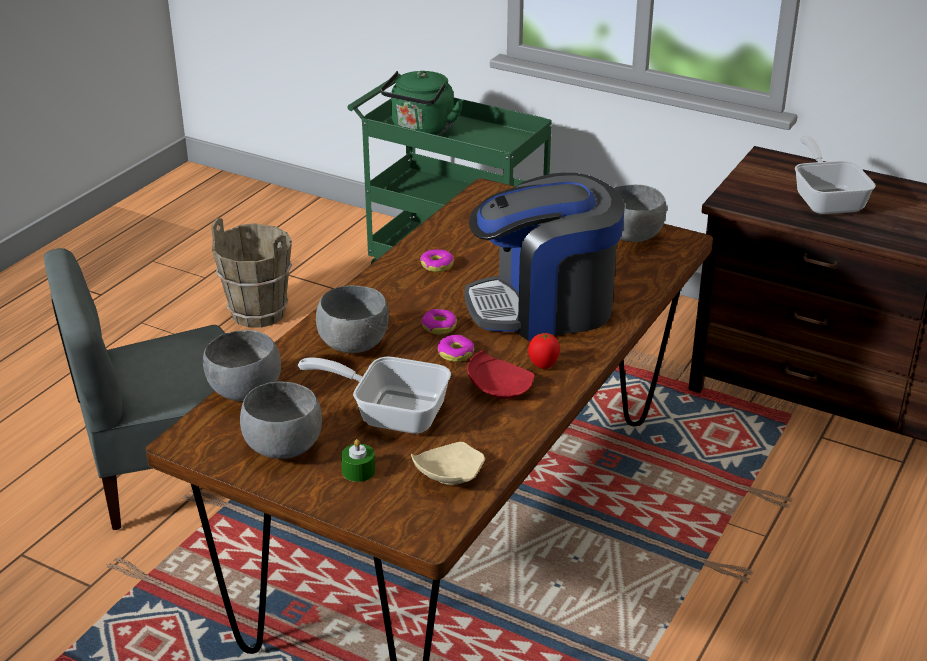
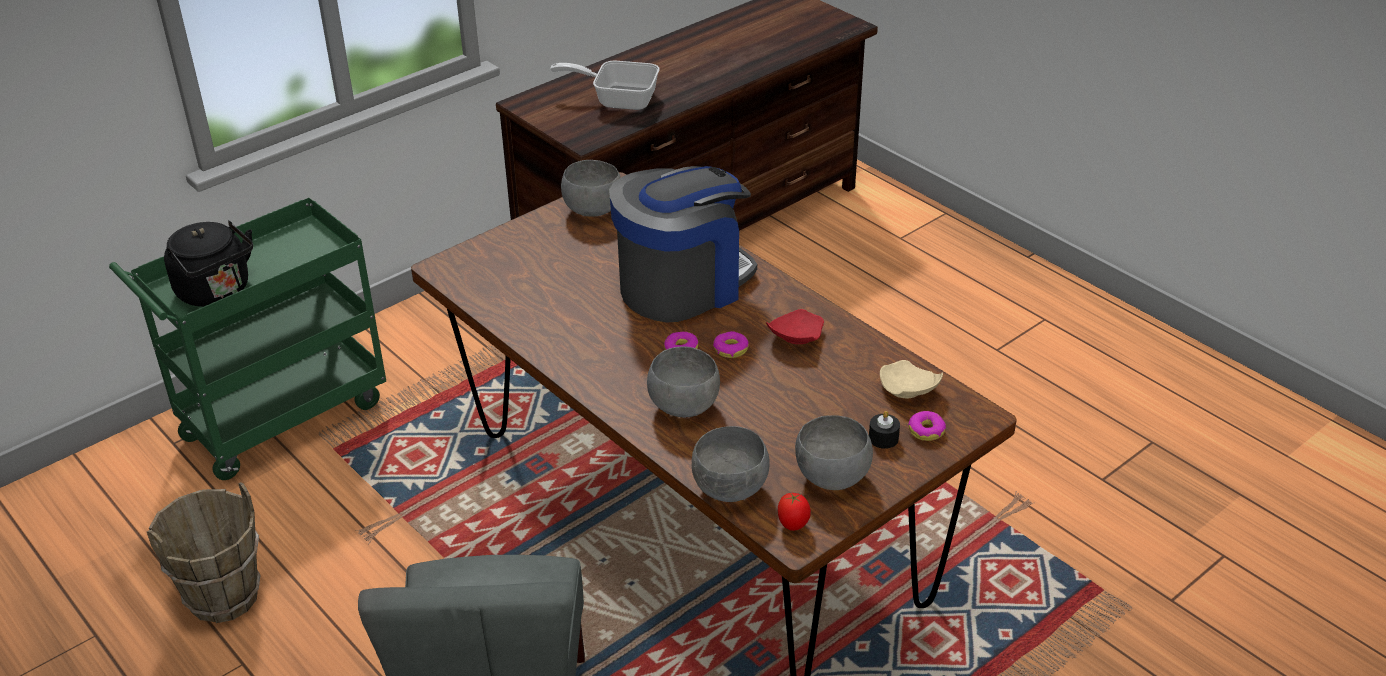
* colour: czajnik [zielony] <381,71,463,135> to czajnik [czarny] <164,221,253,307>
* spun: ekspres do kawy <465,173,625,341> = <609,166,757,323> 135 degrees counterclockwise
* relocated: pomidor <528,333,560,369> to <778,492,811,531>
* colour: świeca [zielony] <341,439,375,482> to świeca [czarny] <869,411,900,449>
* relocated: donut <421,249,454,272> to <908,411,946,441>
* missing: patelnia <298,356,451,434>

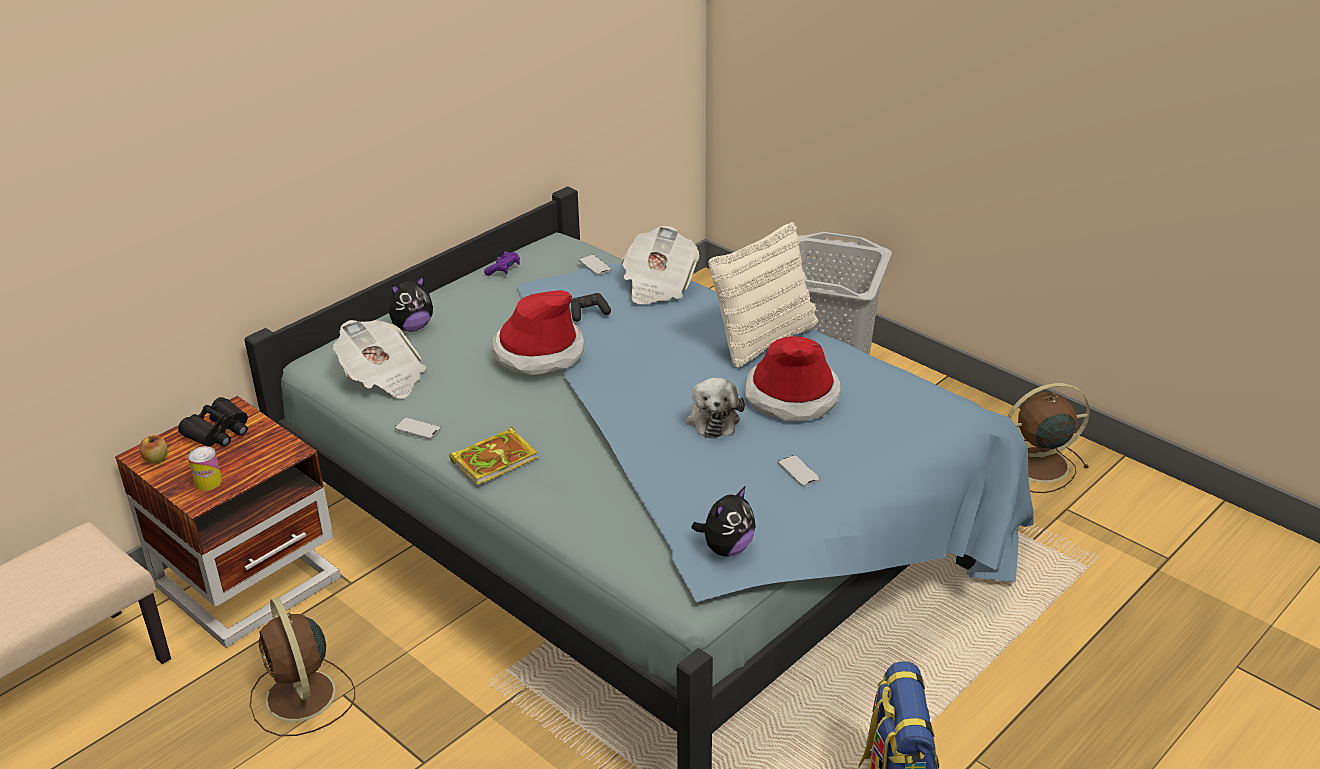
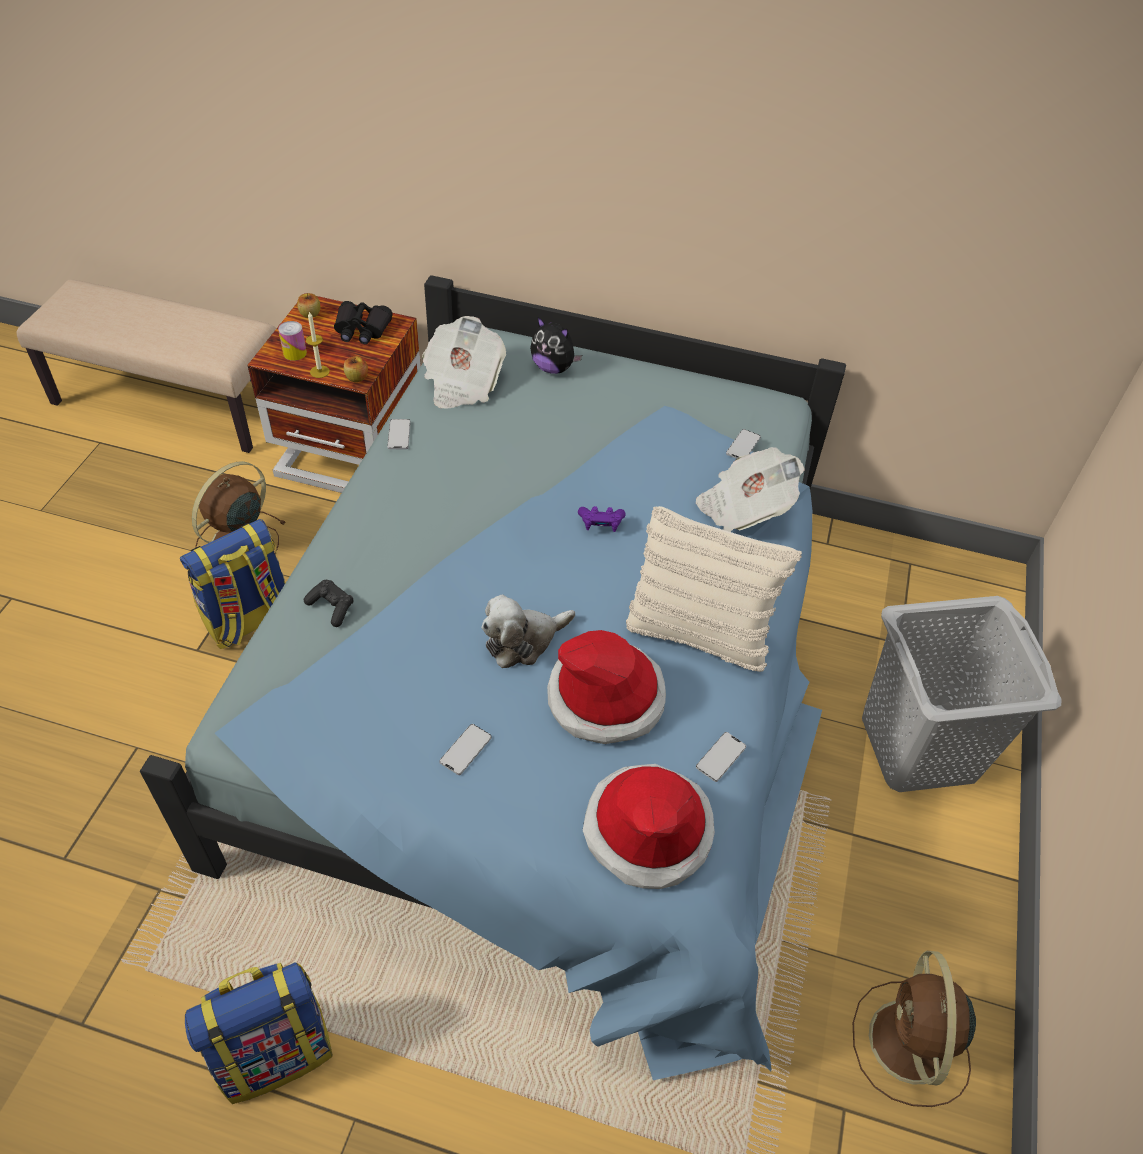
* appeared: plecak <180,519,286,649>
* relocated: pad do gier [czarny] <571,293,611,322> to <304,580,353,627>
* appeared: świeca <306,312,330,378>
* appeared: jabłko <344,356,368,382>
* relocated: pad do gier [fioletowy] <484,252,520,276> to <578,506,626,532>
* relocated: kapelusz <491,290,585,375> to <583,764,715,889>
* appeared: telefon <696,732,746,782>
* spun: wentylator [brązowy] <1008,383,1090,493> = <853,951,976,1107> 135 degrees counterclockwise
* missing: książka <449,426,538,485>
* missing: pluszak <692,485,756,557>

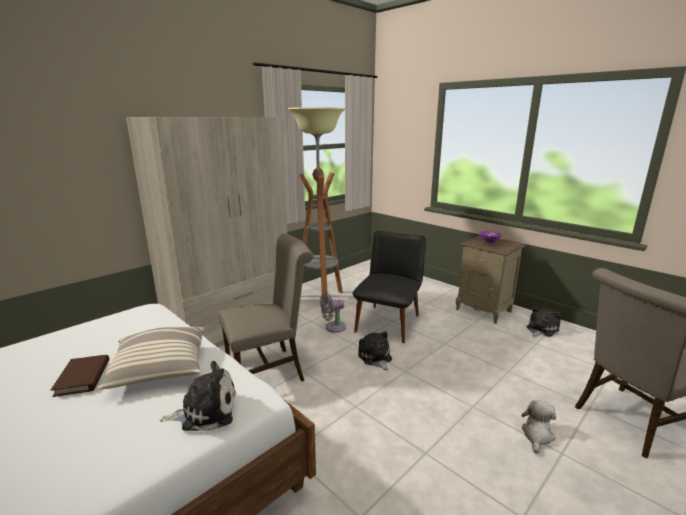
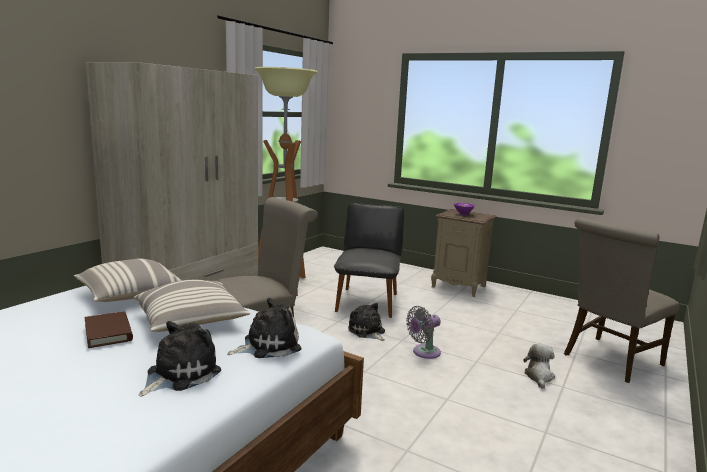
* appeared: poduszka <74,259,181,302>
* relocated: pluszak <527,307,561,338> to <139,321,221,397>
* relocated: wentylator [szary] <320,292,346,333> to <406,306,441,359>

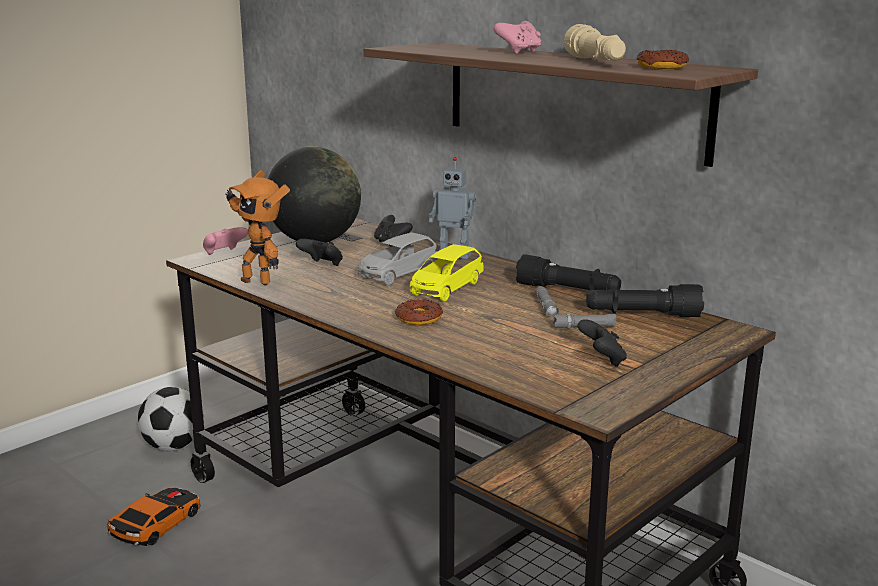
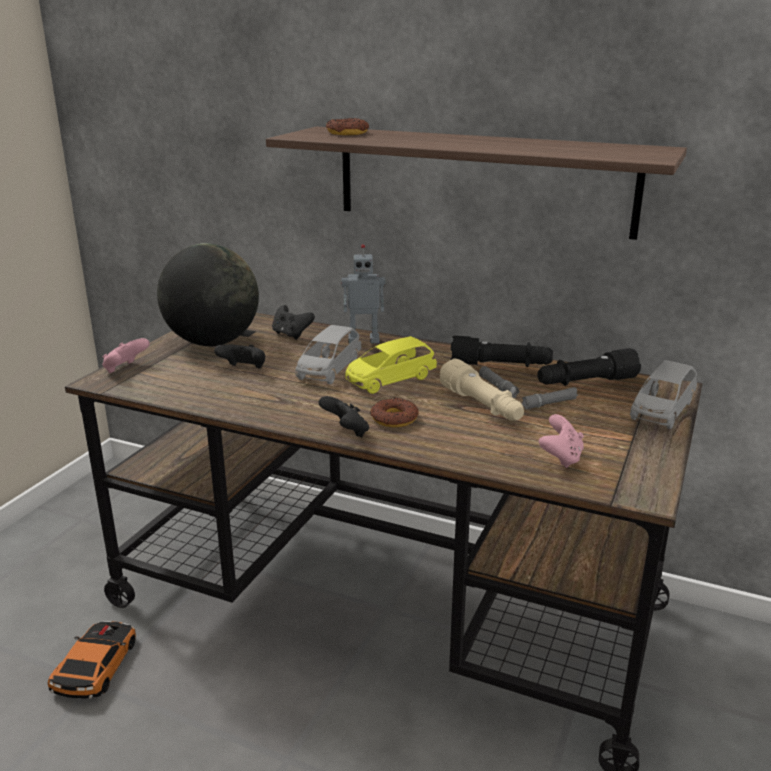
* relocated: pad do gier [czarny] <577,319,627,367> to <318,396,369,437>
* relocated: donut <636,50,689,69> to <326,118,369,135>
* spun: samochodzik [żółty] <409,244,484,302> = <346,336,437,394> 45 degrees clockwise
* relocated: latarka [beżowy] <564,24,626,61> to <440,358,524,421>
* relocated: pad do gier [różowy] <494,21,541,54> to <539,414,584,468>
* appeared: samochodzik [szary] <630,360,697,429>
* missing: piłka futbolowa <138,387,204,451>
* missing: robot zabawkowy <225,170,290,285>

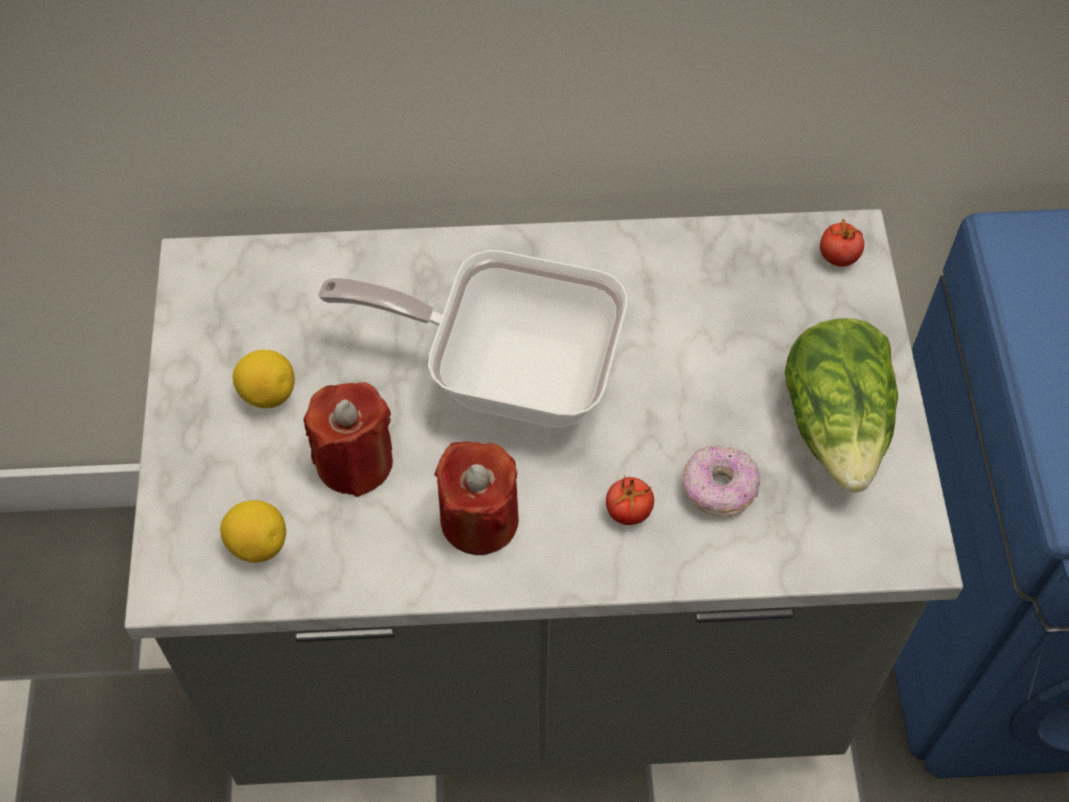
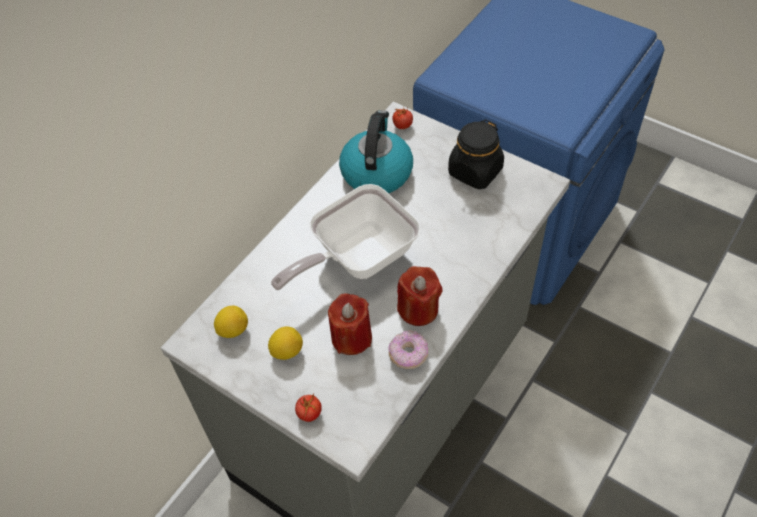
* relocated: cytryna <220,500,286,563> to <214,306,248,338>
* relocated: pomidor <606,474,654,525> to <295,394,322,422>
* appeared: czajnik <339,110,413,193>
* relocated: donut <683,445,760,516> to <388,330,428,369>
* exchanged: sałata <785,318,898,493> to słoik [czarny] <448,120,504,189>

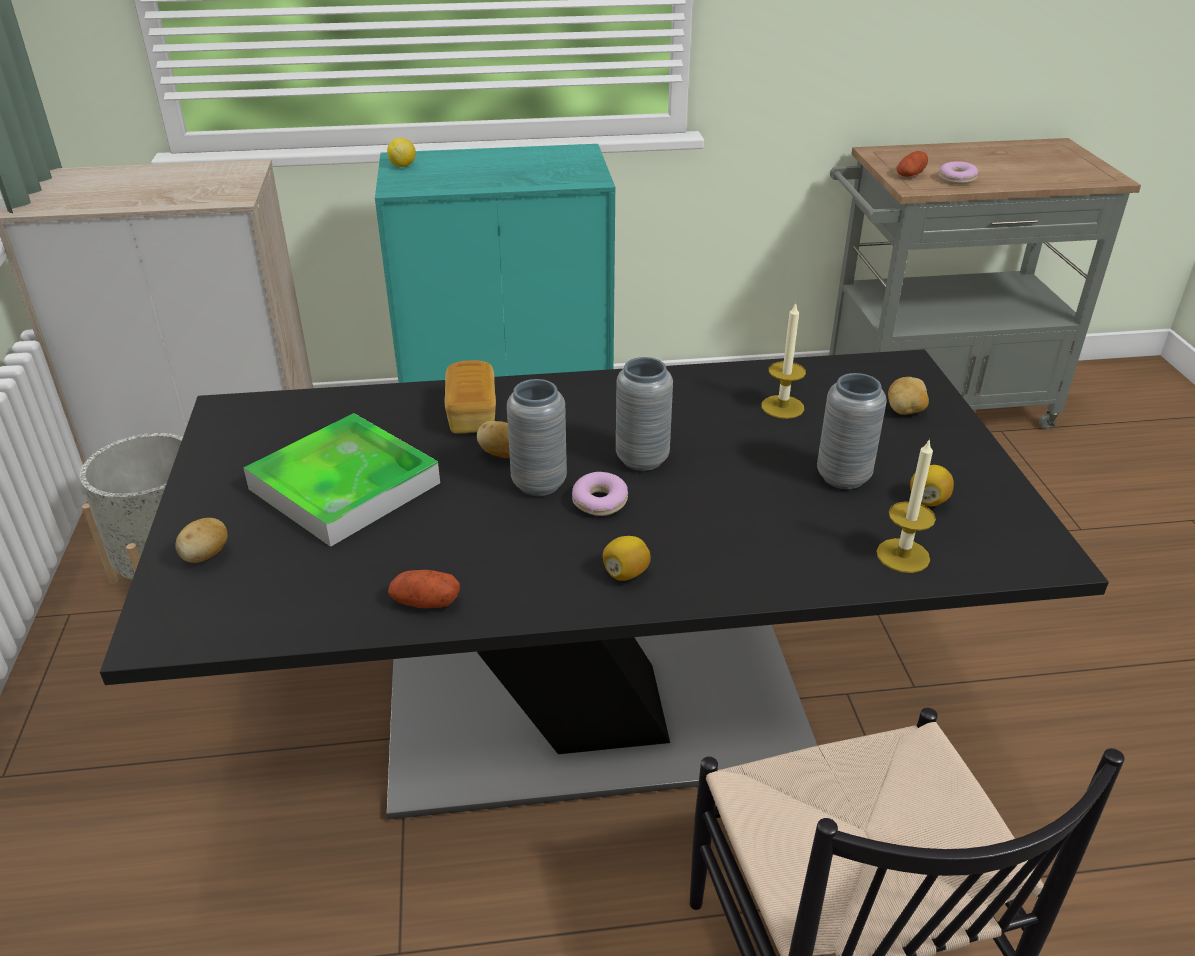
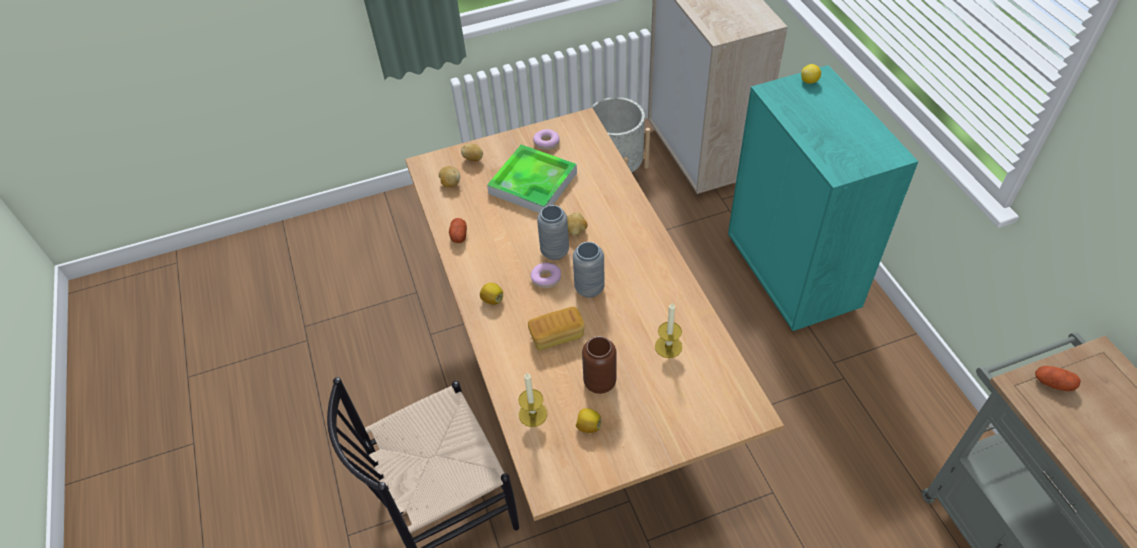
* colour: stół jadalny [czarny] <100,349,1109,820> to stół jadalny [beżowy] <405,108,784,521>
* relocated: ziemniak <888,377,929,415> to <439,166,460,187>
* relocated: chleb <445,360,496,433> to <528,306,585,351>
* relocated: donut <939,161,978,185> to <533,129,560,150>
* colour: wazon [szary] <817,373,887,489> to wazon [brązowy] <582,336,616,394>

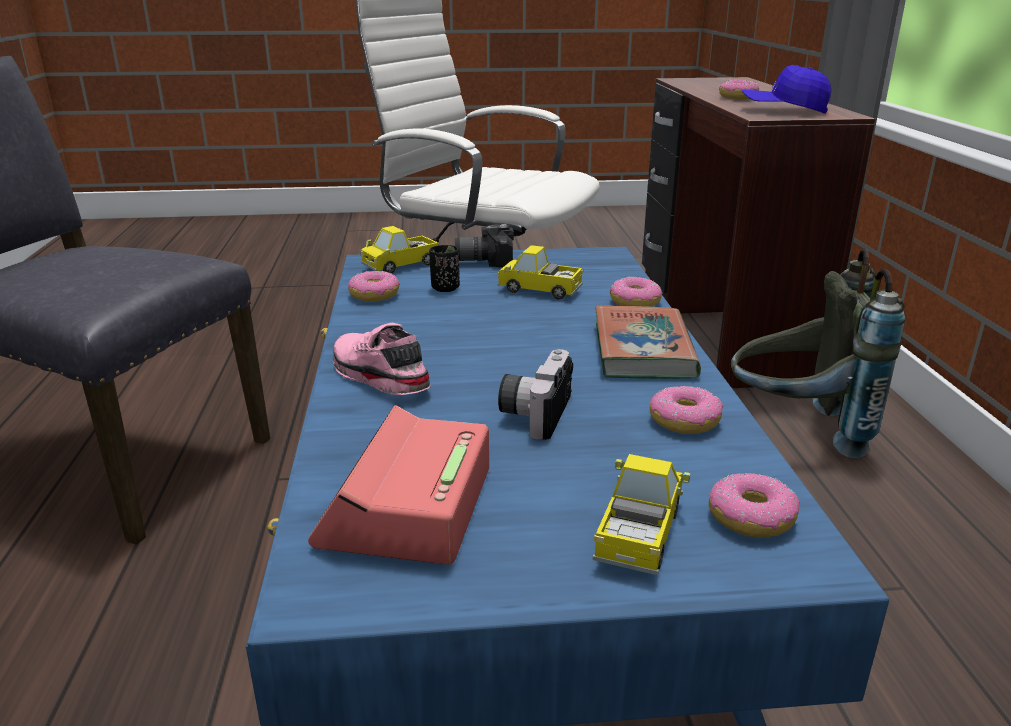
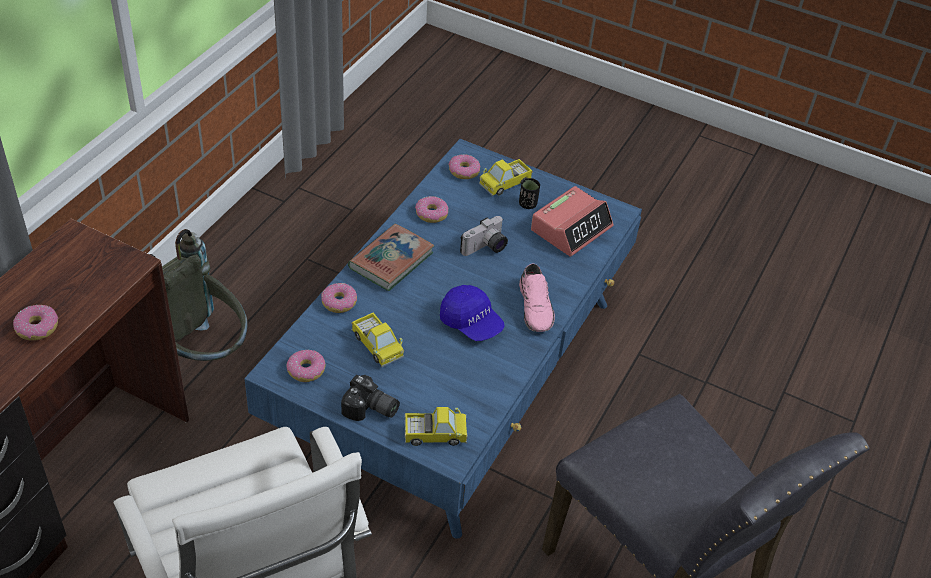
* relocated: donut <348,271,400,302> to <287,349,326,382>
* relocated: czapka z daszkiem [niebieski] <742,65,831,114> to <440,285,505,341>
* relocated: filiżanka [czarny] <429,245,460,292> to <519,178,540,209>

